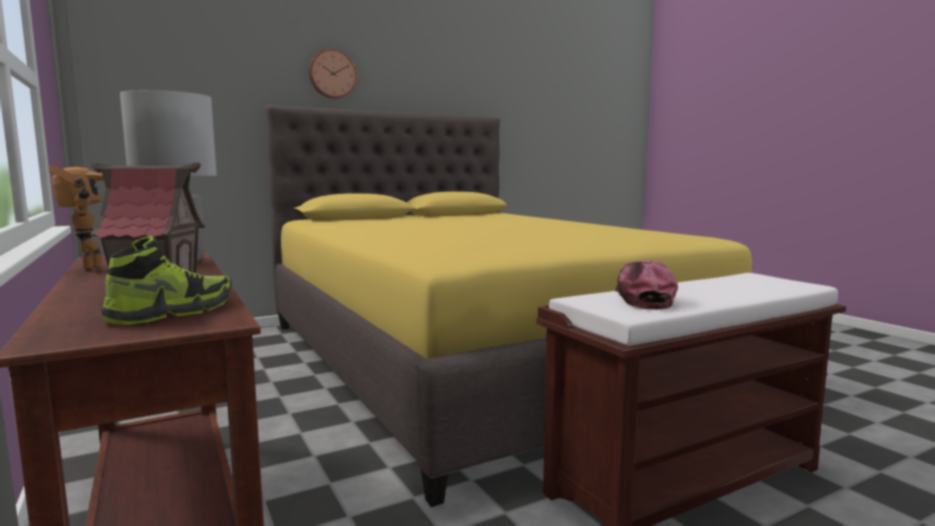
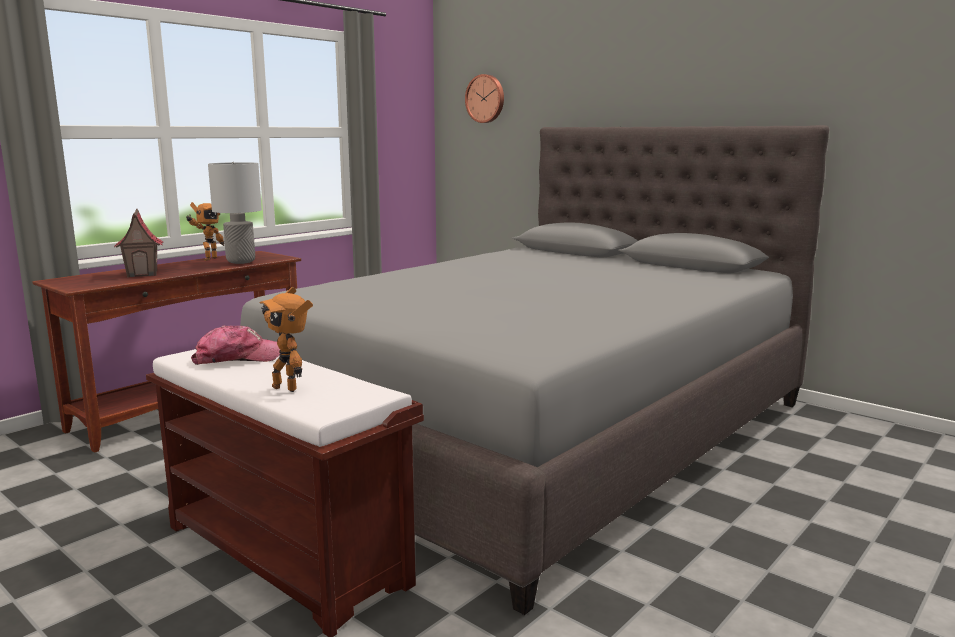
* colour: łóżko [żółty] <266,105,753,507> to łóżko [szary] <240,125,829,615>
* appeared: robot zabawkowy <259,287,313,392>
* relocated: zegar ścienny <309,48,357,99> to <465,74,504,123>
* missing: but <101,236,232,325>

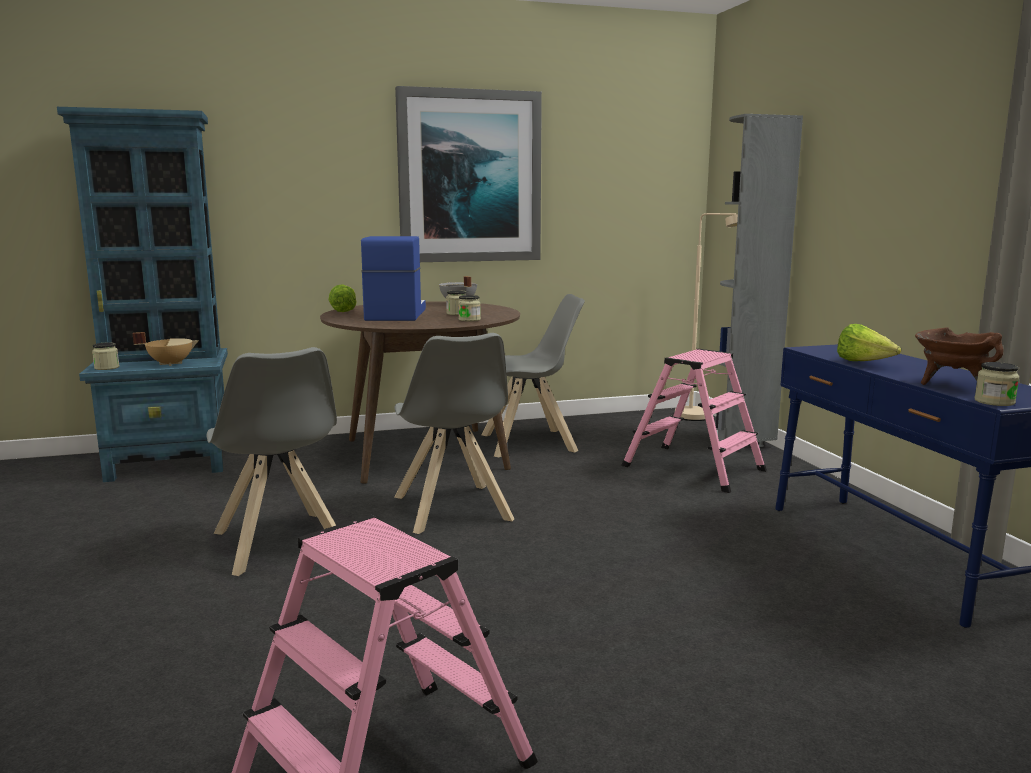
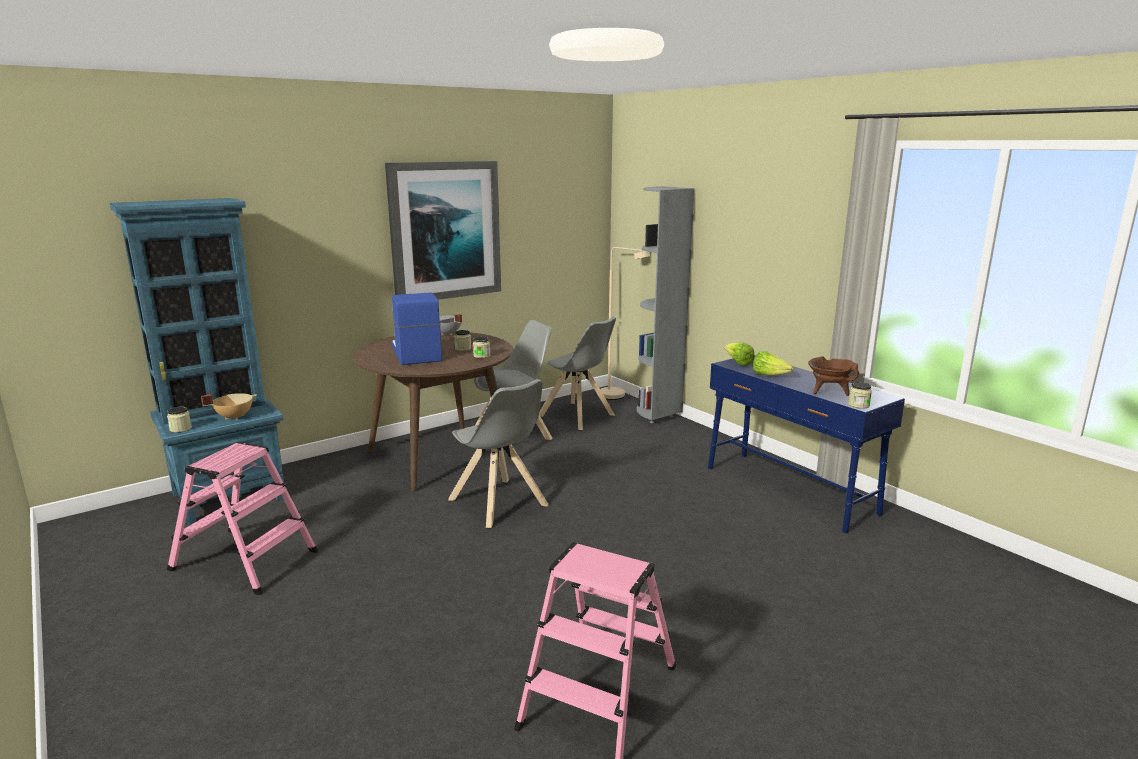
* relocated: drabinka [różowy] <621,349,767,493> to <167,441,318,595>
* relocated: krzesło [szary] <207,347,337,576> to <539,317,616,430>
* relocated: sałata <328,284,356,312> to <724,342,754,366>

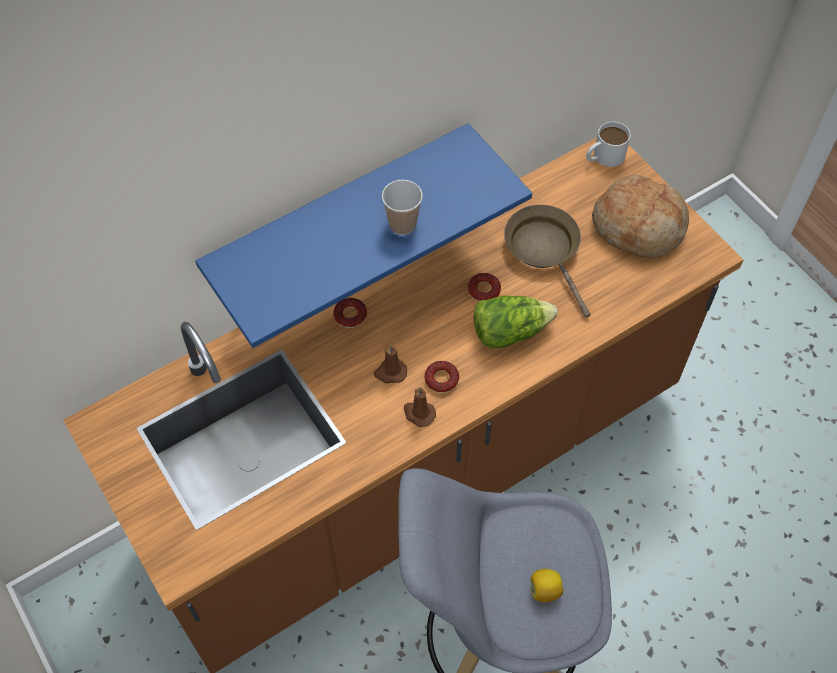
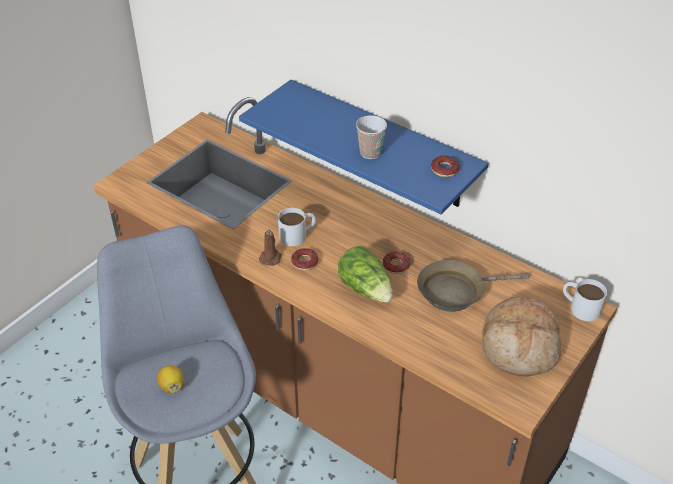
* exchanged: świeca [brązowy] <374,344,407,383> to kubek [biały] <278,208,316,246>
* spun: patelnia [brązowy] <504,205,591,317> = <417,260,529,312> 150 degrees counterclockwise
* relocated: donut <333,298,367,328> to <431,155,460,177>

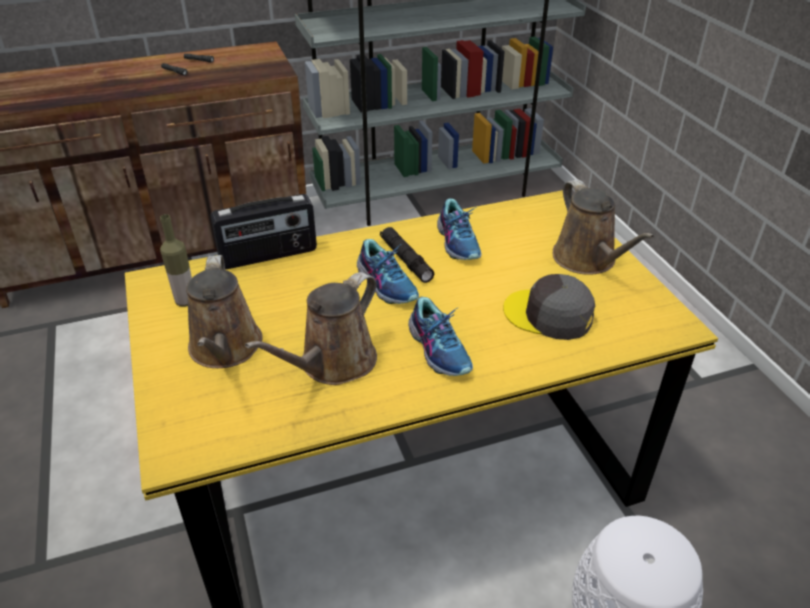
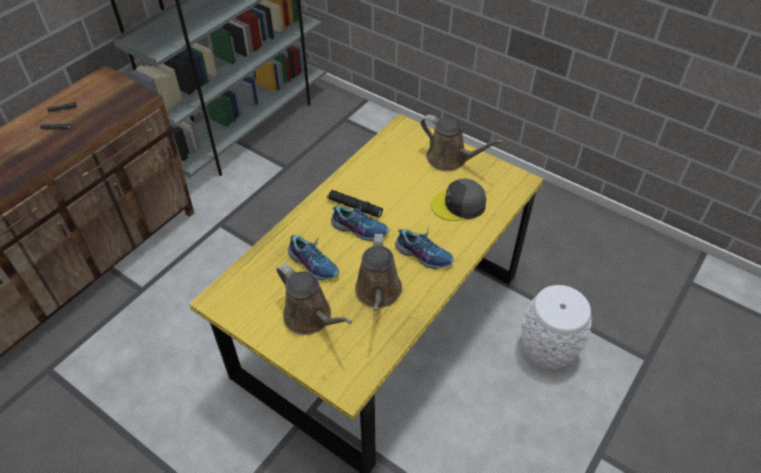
* relocated: but <437,198,482,260> to <288,235,339,280>
* missing: butelka <160,214,192,307>
* missing: radio <210,194,317,269>

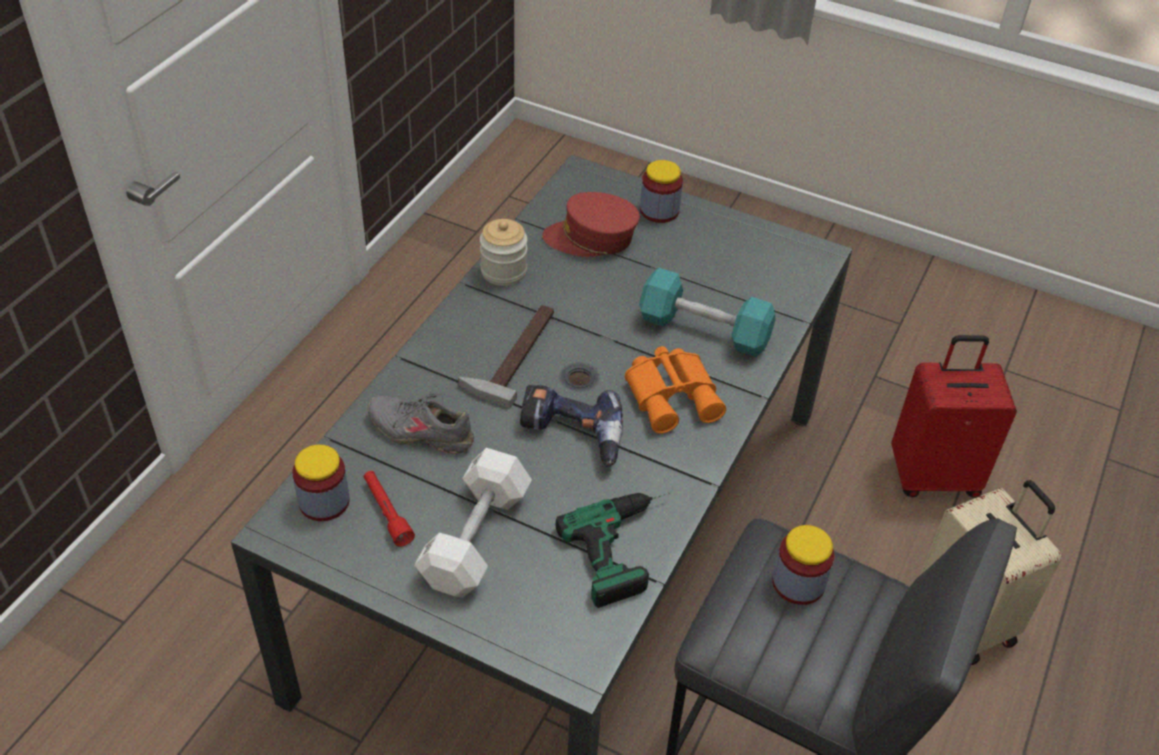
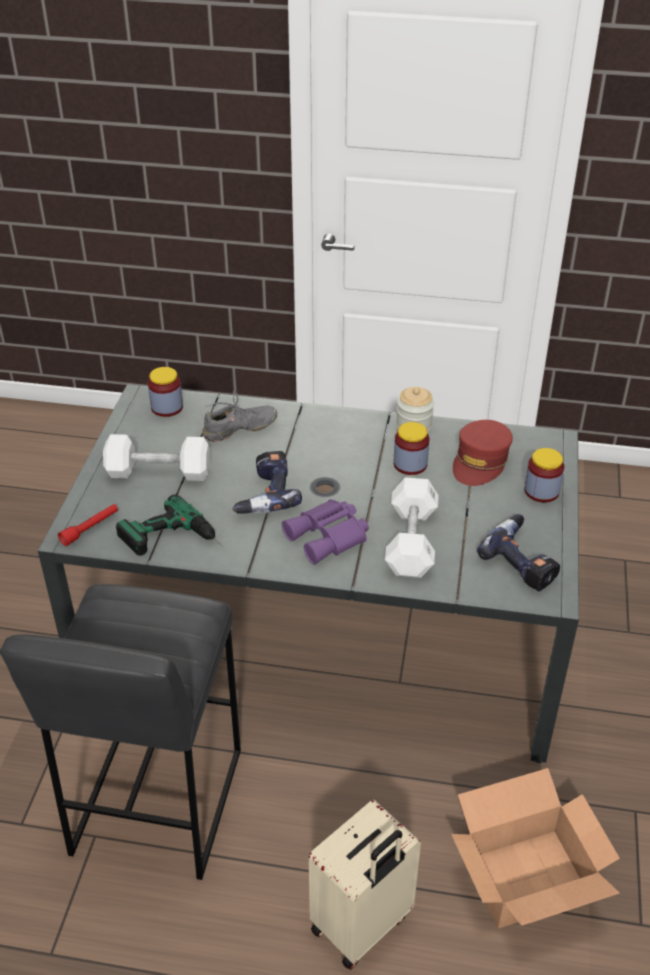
* relocated: latarka [czerwony] <364,471,415,547> to <58,504,118,546>
* spun: but [szary] <367,393,474,454> = <202,390,277,442> 60 degrees clockwise
* colour: lornetka [pomarańczowy] <625,346,726,434> to lornetka [fioletowy] <282,499,369,564>
* colour: hantel [turkusowy] <639,268,776,357> to hantel [biały] <385,477,439,578>
* relocated: słoik <772,525,835,605> to <394,422,429,475>
* exchanged: walizka [czerwony] <891,335,1017,498> to karton <451,768,620,928>
* spun: czapka z daszkiem [czerwony] <542,192,640,257> = <453,420,513,486> 135 degrees counterclockwise
* appeared: wiertarka <477,514,560,591>
* missing: młotek <458,305,554,409>

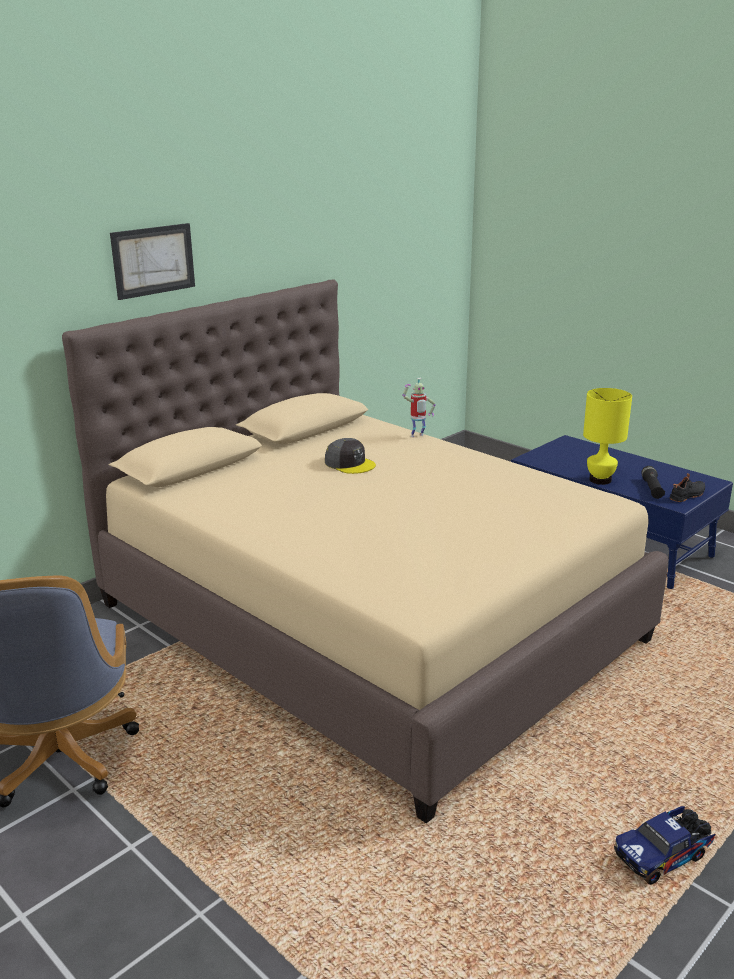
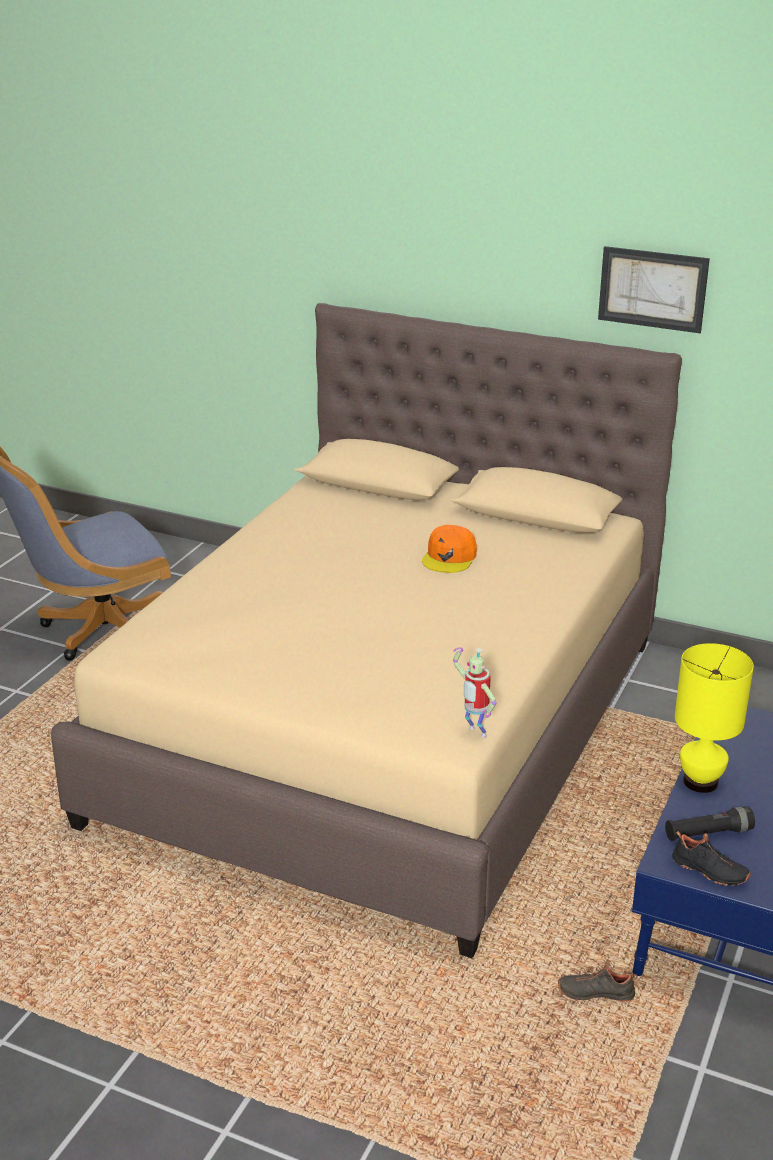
* colour: czapka z daszkiem [szary] <325,438,376,474> to czapka z daszkiem [pomarańczowy] <422,525,477,573>
* relocated: robot zabawkowy <402,378,436,437> to <453,647,497,737>
* appeared: but [czarny] <558,961,638,1002>
* relocated: obraz <110,223,195,300> to <598,246,710,333>
* missing: ciężarówka zabawkowa <614,806,715,885>

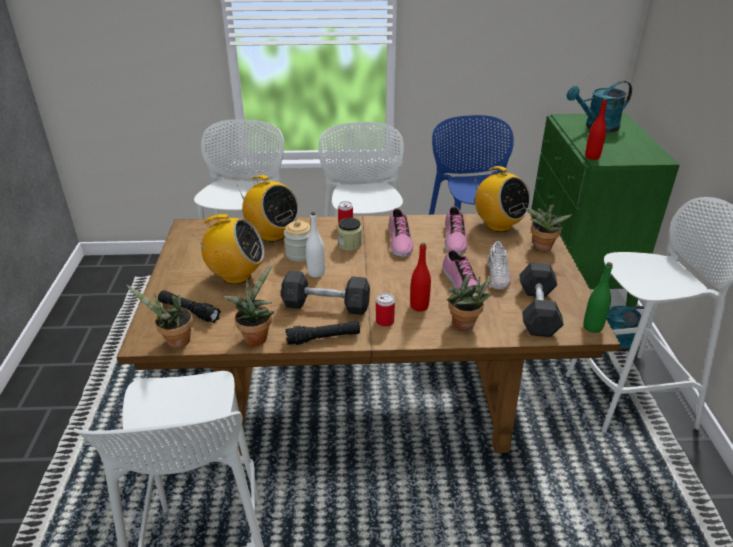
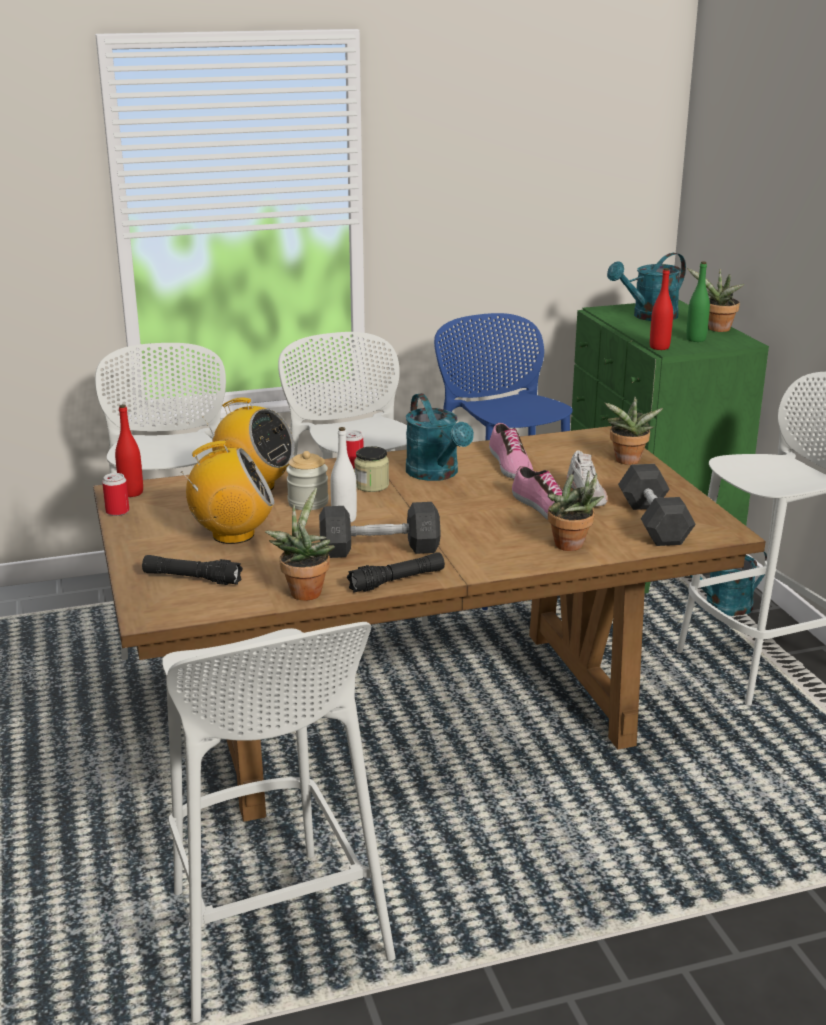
* relocated: puszka <376,293,395,327> to <102,473,129,516>
* relocated: butelka [czerwony] <410,243,431,312> to <115,404,143,497>
* exchanged: but <389,208,413,257> to konewka [turkusowy] <406,393,474,481>
* relocated: butelka [zielony] <583,262,613,333> to <686,262,710,342>
* relocated: roślina doniczkowa <126,285,193,348> to <687,268,745,332>
* missing: radio <473,166,531,232>

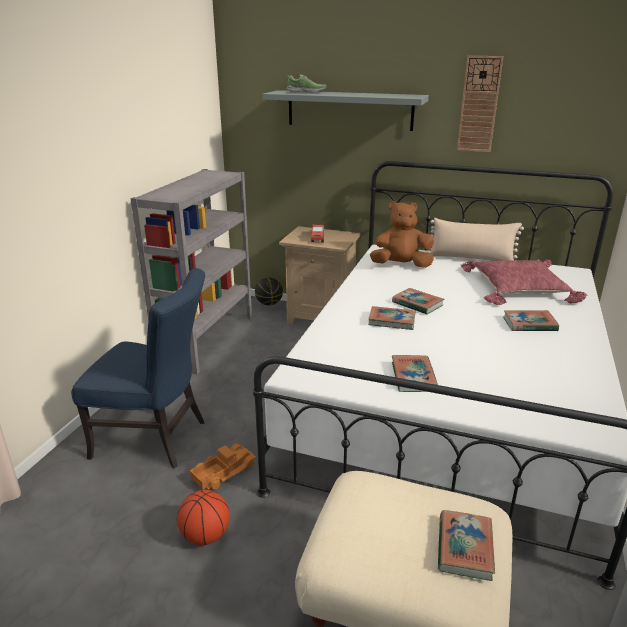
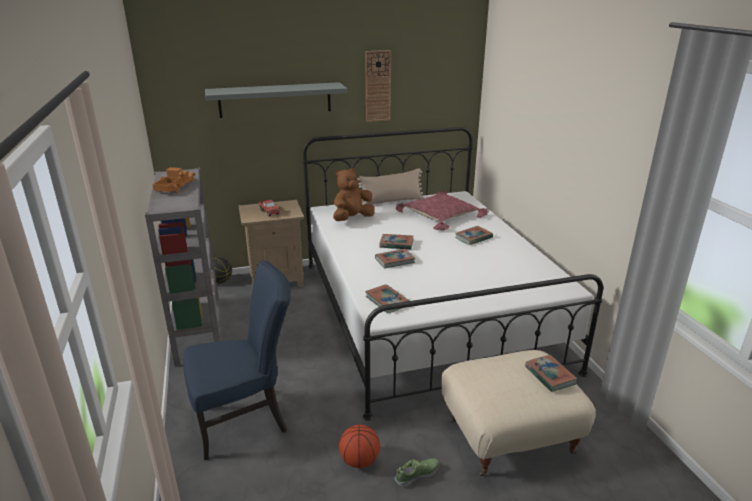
* relocated: ciężarówka zabawkowa <190,444,257,490> to <153,167,196,193>
* relocated: książka <392,355,438,392> to <365,284,409,314>
* relocated: but <287,74,326,92> to <394,458,439,487>

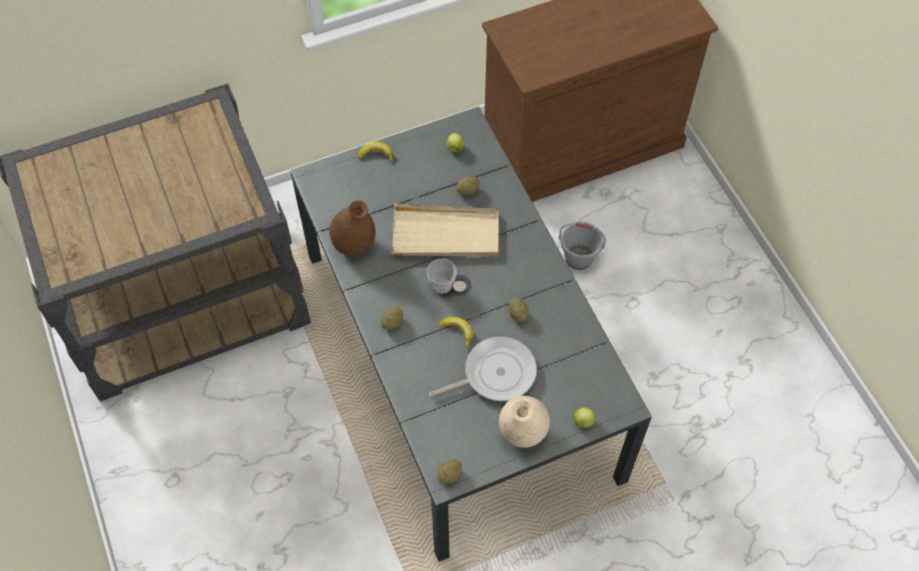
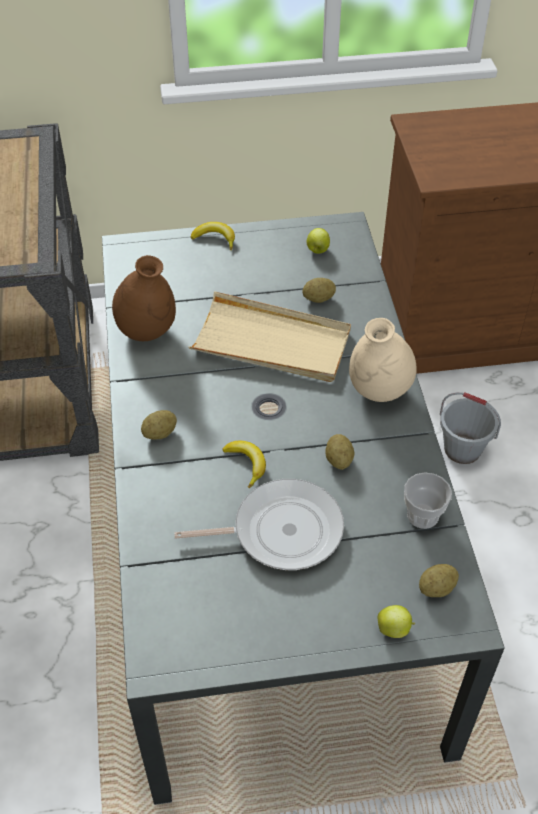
* relocated: wazon [beżowy] <499,396,550,448> to <349,318,417,402>
* relocated: filiżanka <427,259,457,294> to <404,472,452,529>
* relocated: ziemniak <437,459,462,484> to <419,564,459,597>

